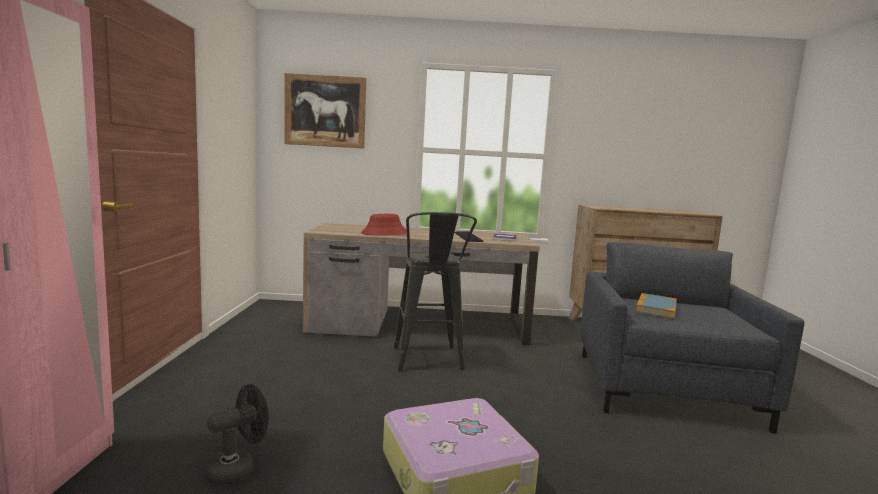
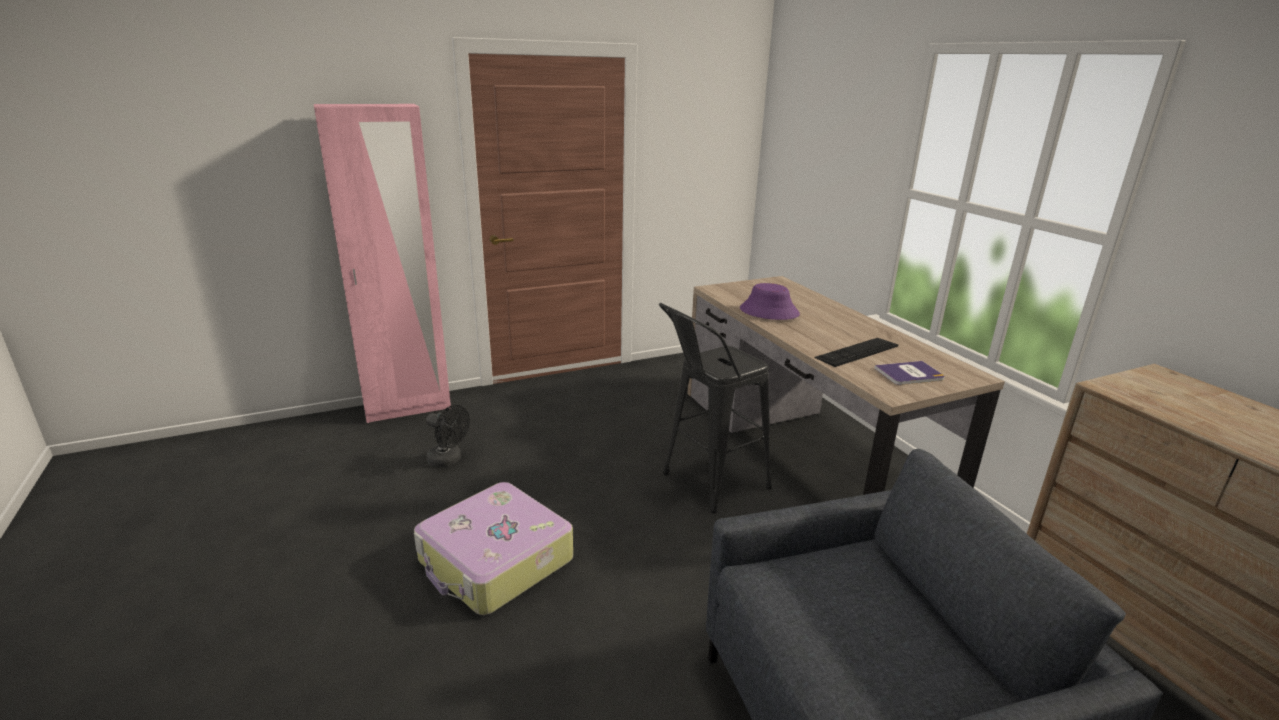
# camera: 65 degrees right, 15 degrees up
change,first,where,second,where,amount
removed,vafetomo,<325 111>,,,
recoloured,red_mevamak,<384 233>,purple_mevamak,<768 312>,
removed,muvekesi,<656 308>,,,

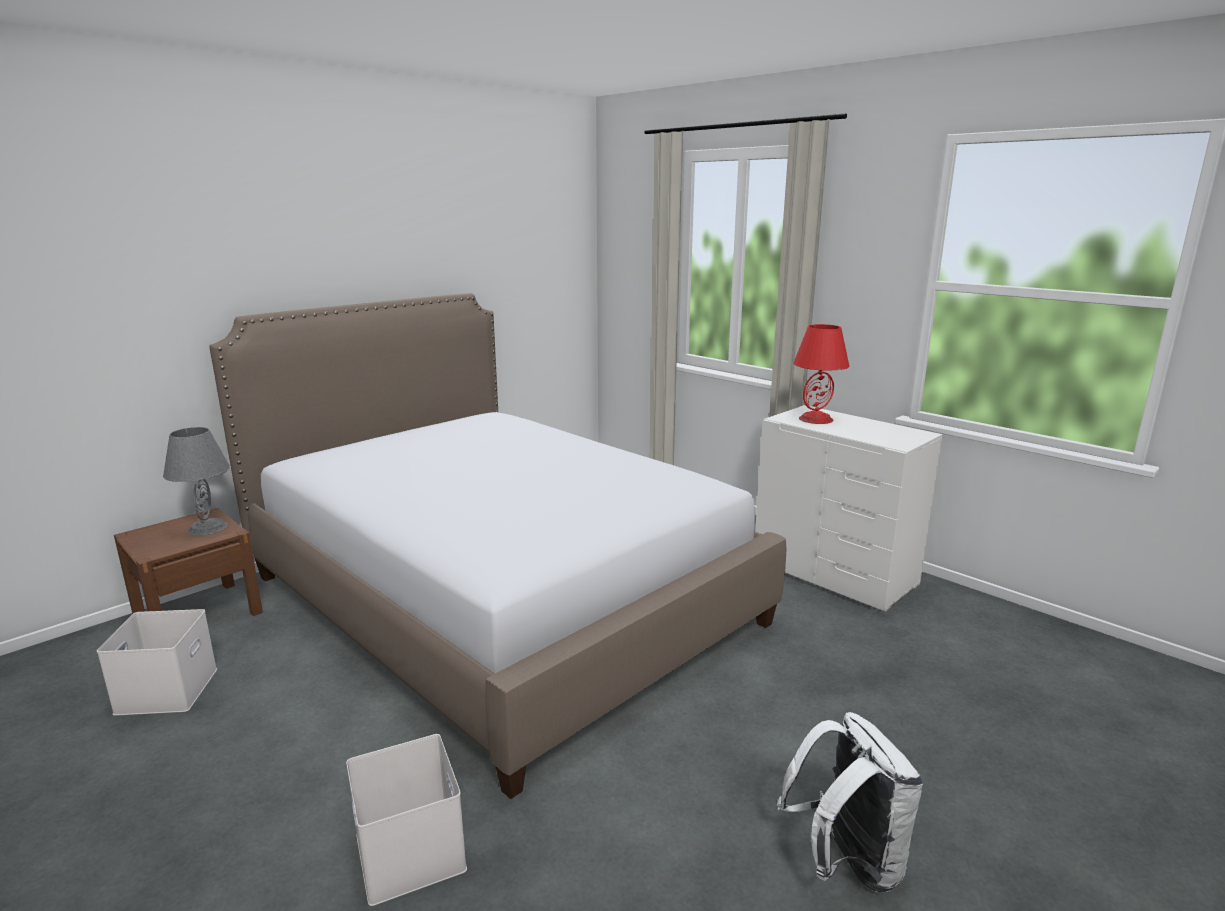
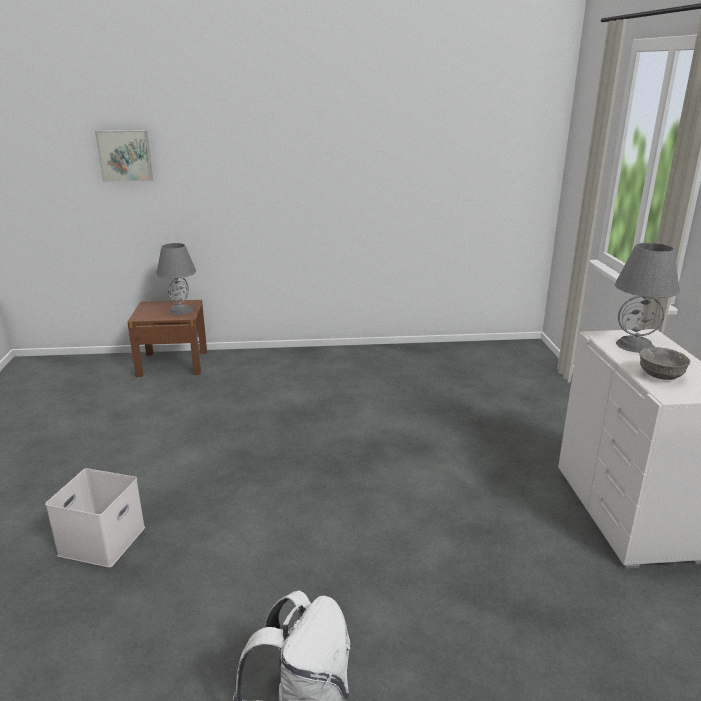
# camera: 40 degrees right, 5 degrees up
change,first,where,second,where,amount
removed,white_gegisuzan,<166 690>,,,
removed,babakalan,<499 599>,,,
recoloured,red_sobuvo,<816 419>,grey_sobuvo,<635 345>,
added,,,vafetomo,<125 155>,
added,,,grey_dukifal,<659 376>,

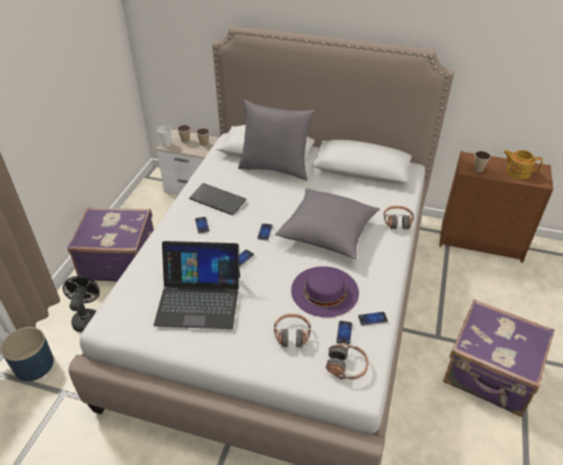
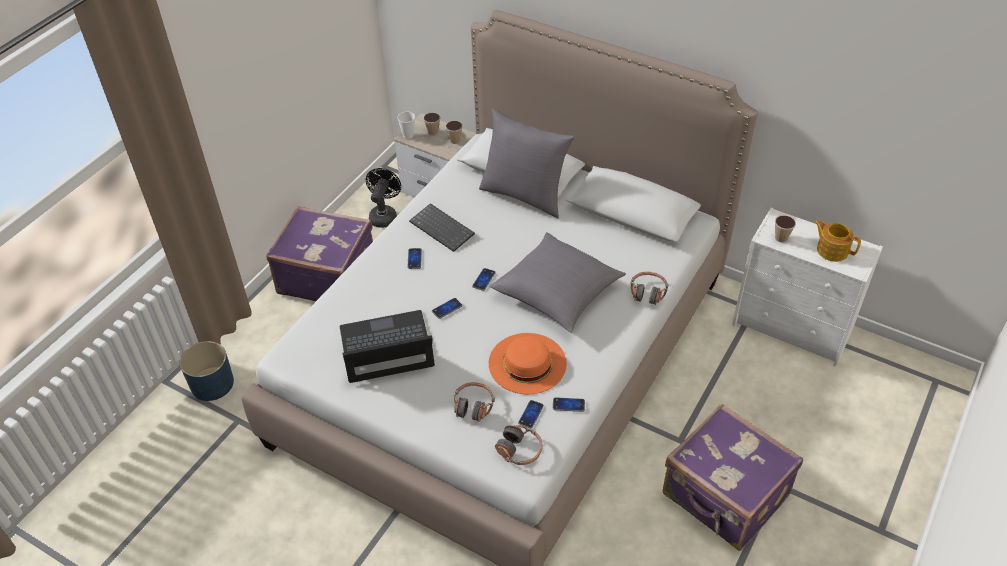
# camera: 15 degrees right, 5 degrees up
change,first,where,second,where,amount
moved,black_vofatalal,<87 318>,,<384 215>,
turned,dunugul,<199 299>,,<386 347>,150 degrees clockwise
recoloured,purple_mevamak,<324 291>,orange_mevamak,<527 363>,
recoloured,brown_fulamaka,<482 242>,white_fulamaka,<793 329>,

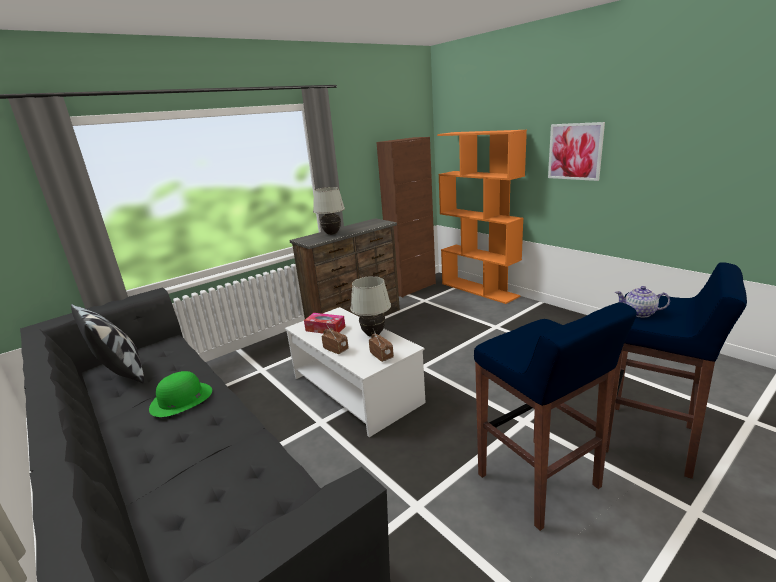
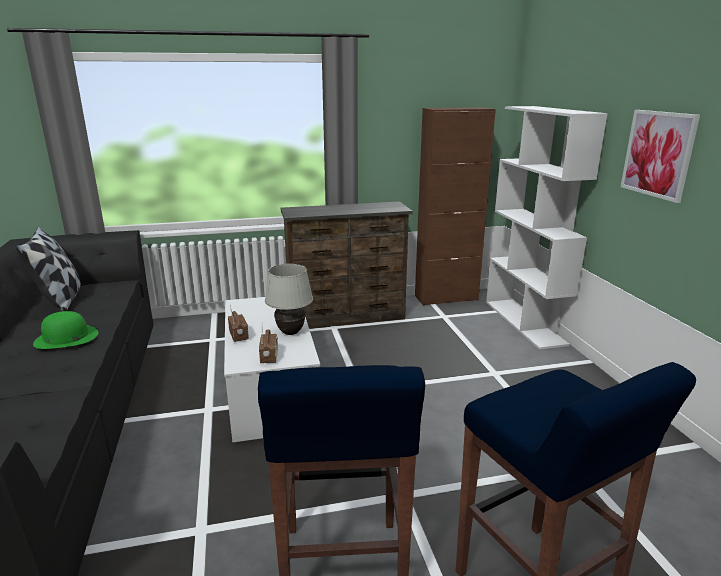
# camera: 25 degrees right, 0 degrees up
change,first,where,second,where,amount
removed,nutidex,<325 329>,,,
removed,white_sobuvo,<331 234>,,,
recoloured,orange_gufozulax,<480 290>,white_gufozulax,<525 322>,
removed,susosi,<640 313>,,,

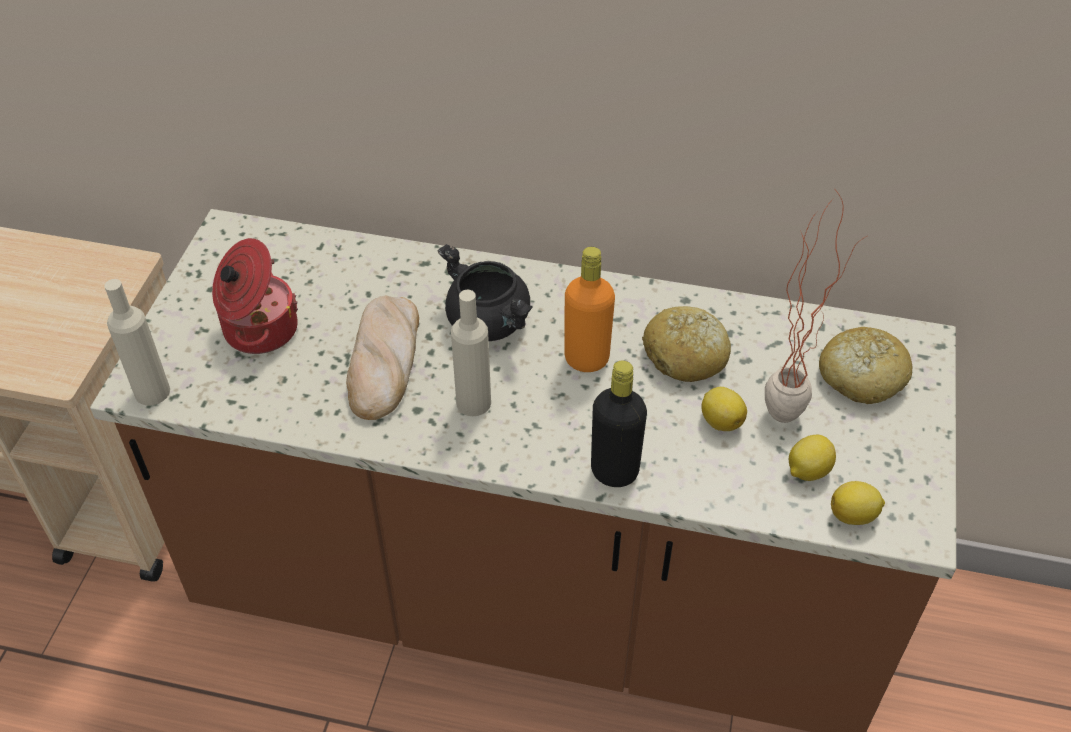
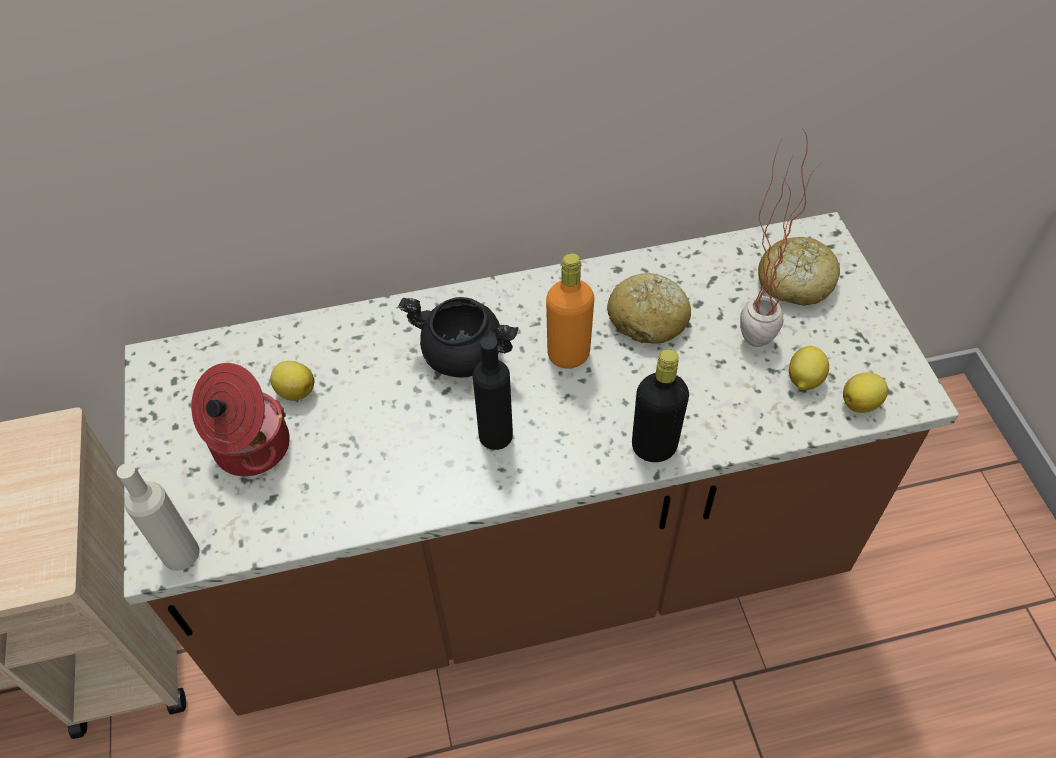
# camera: 25 degrees left, 5 degrees up
change,first,where,second,where,amount
removed,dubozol,<384 361>,,,
recoloured,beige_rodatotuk,<473 402>,black_rodatotuk,<495 435>,
moved,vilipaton,<720 421>,,<295 390>,

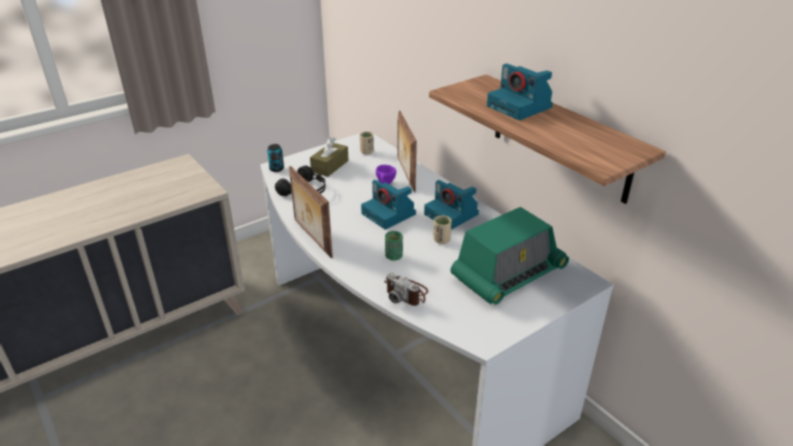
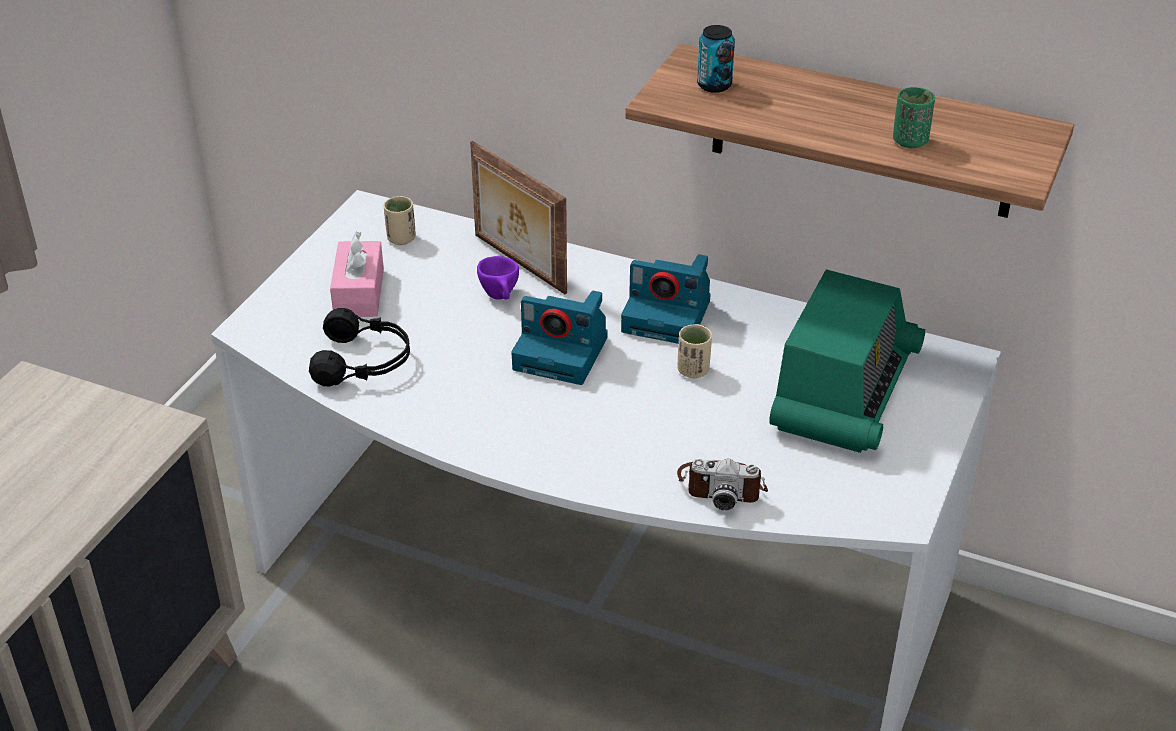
# camera: 30 degrees left, 5 degrees up
change,first,where,second,where,amount
moved,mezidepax,<276 169>,,<714 85>,
removed,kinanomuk,<311 238>,,,
recoloured,brown_nutidex,<330 166>,pink_nutidex,<359 293>,
moved,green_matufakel,<393 256>,,<910 141>,
removed,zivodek,<520 107>,,,

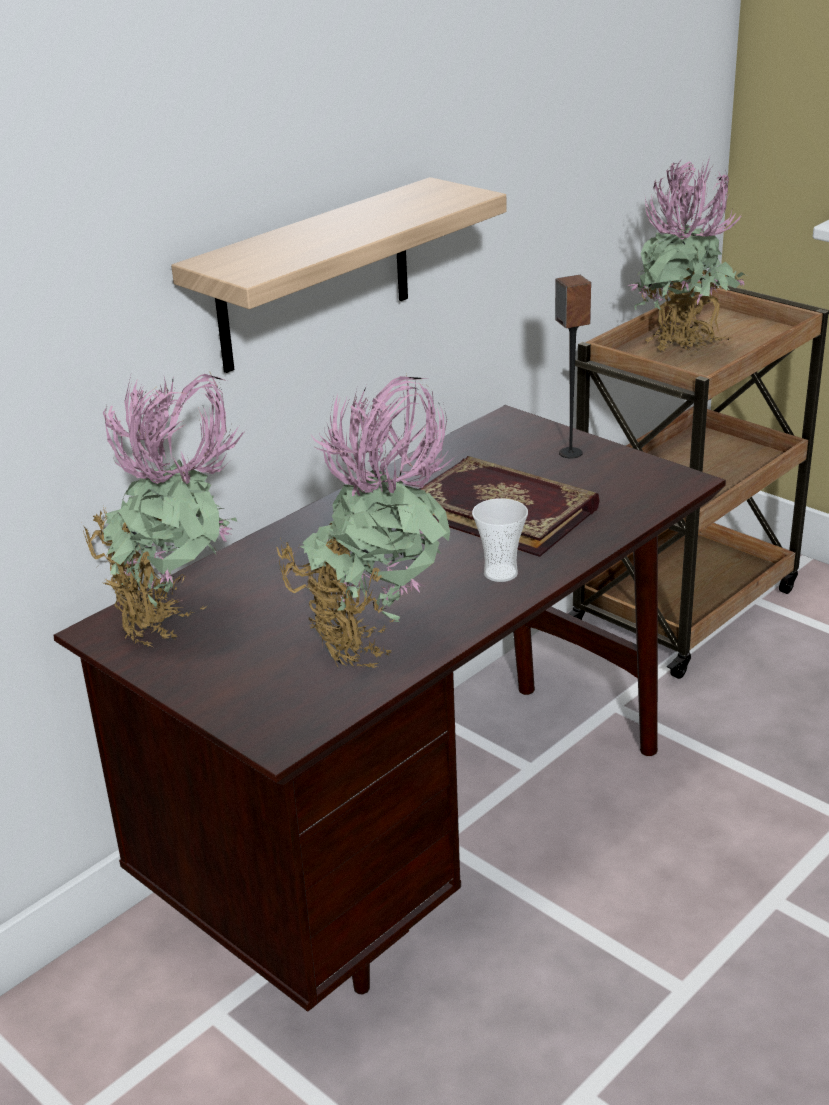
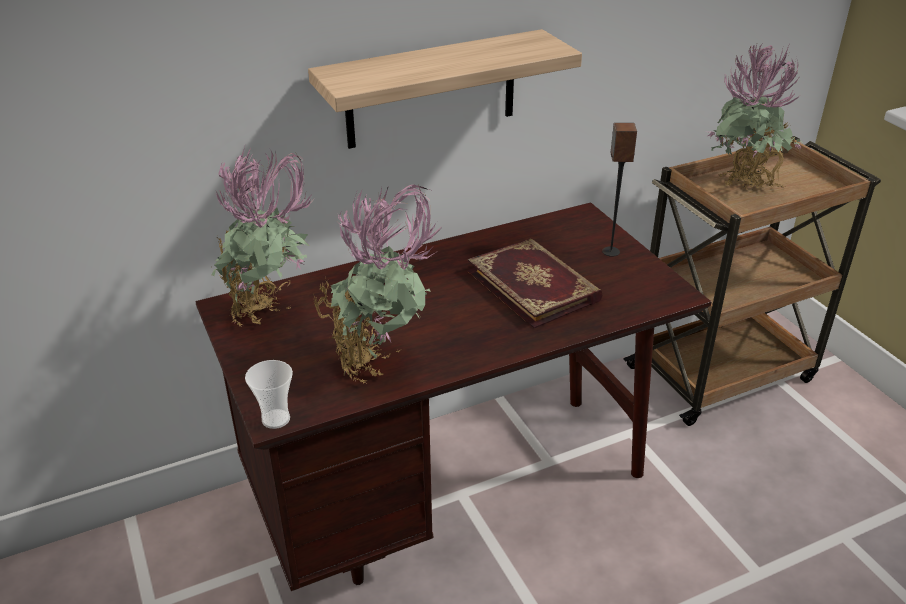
# camera: 20 degrees right, 5 degrees up
change,first,where,second,where,amount
moved,matufakel,<500 573>,,<276 419>,

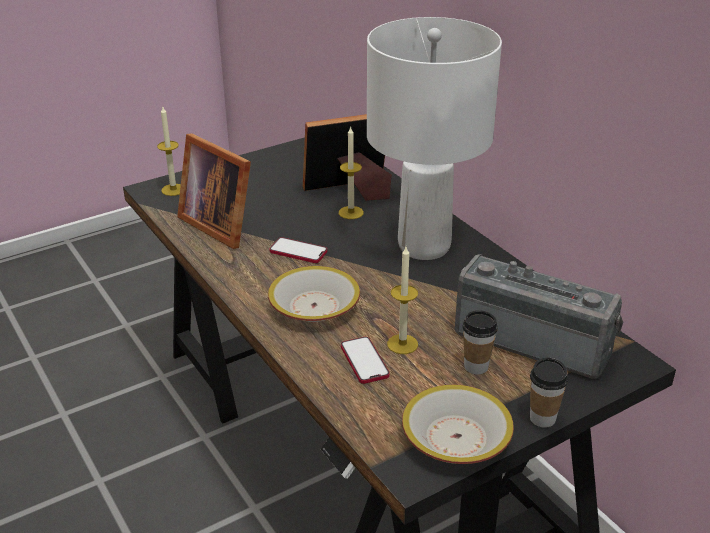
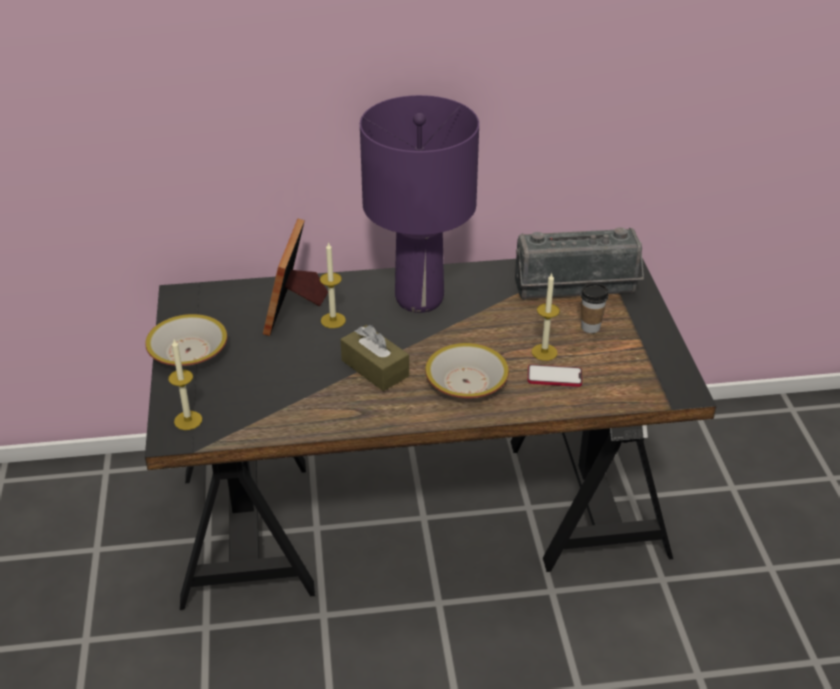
# camera: 65 degrees left, 5 degrees up
change,first,where,second,where,amount
removed,kinanomuk,<219 224>,,,
replaced,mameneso,<298 252>,brown_nutidex,<375 368>,
recoloured,white_sobuvo,<424 246>,purple_sobuvo,<419 298>,
moved,dukifal,<456 438>,,<188 351>,
turned,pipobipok,<534 340>,,<575 291>,150 degrees counterclockwise
removed,matufakel,<542 418>,,,

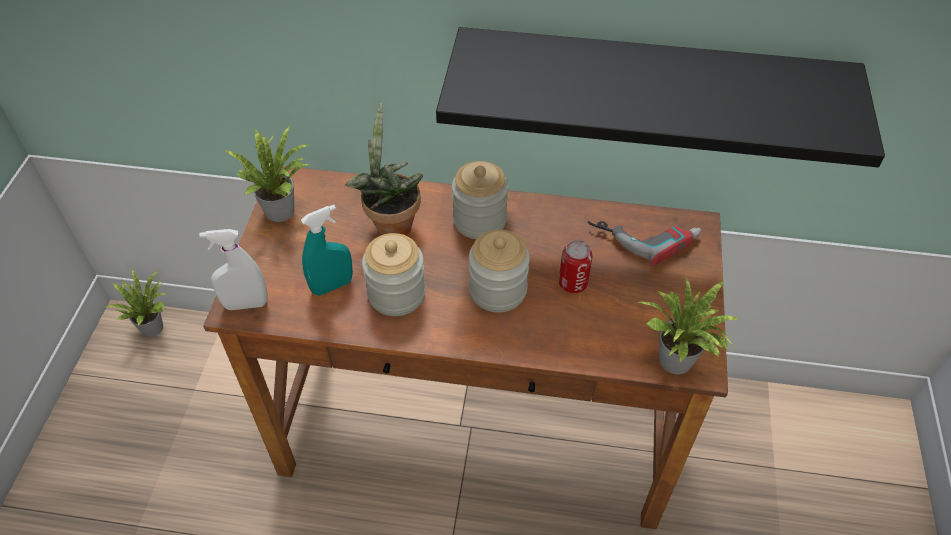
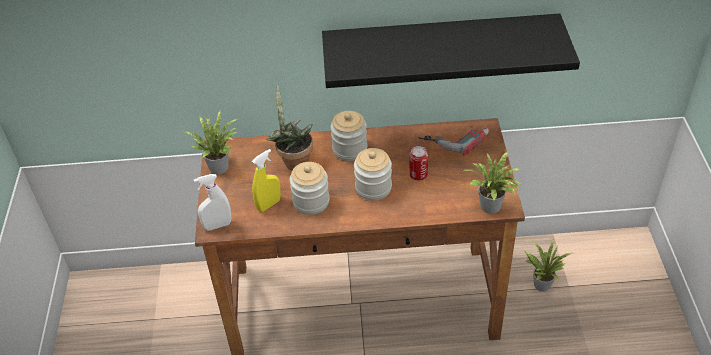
# camera: 10 degrees left, 5 degrees down
change,first,where,second,where,amount
moved,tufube,<153 325>,,<541 283>,
recoloured,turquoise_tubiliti,<332 286>,yellow_tubiliti,<269 204>,

